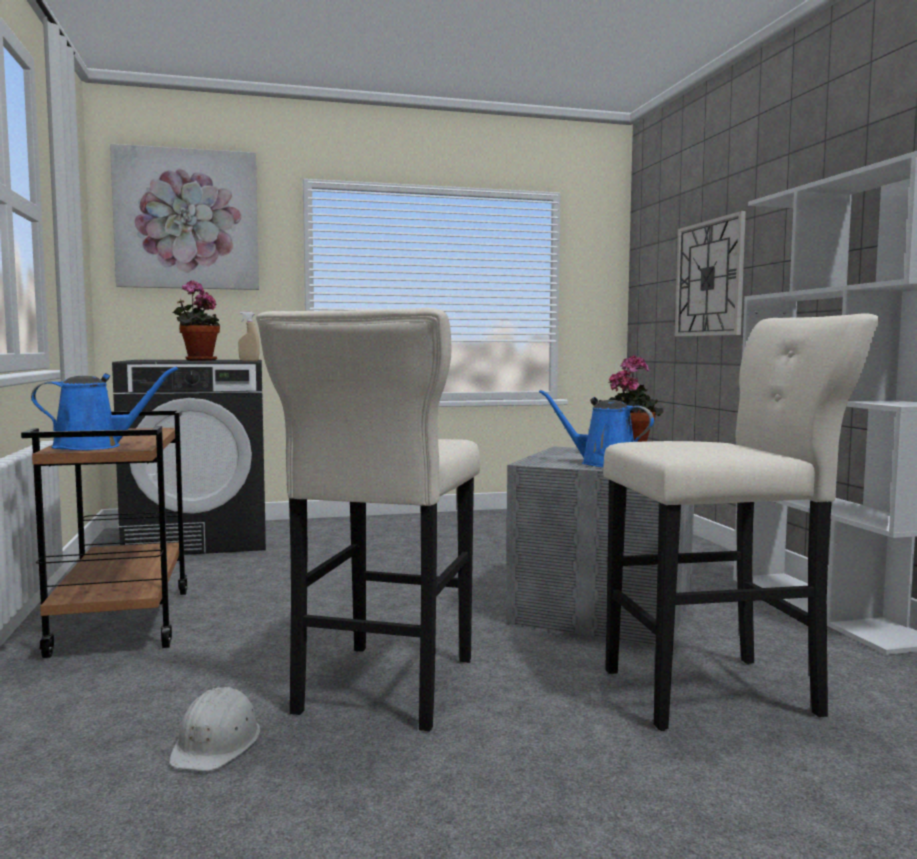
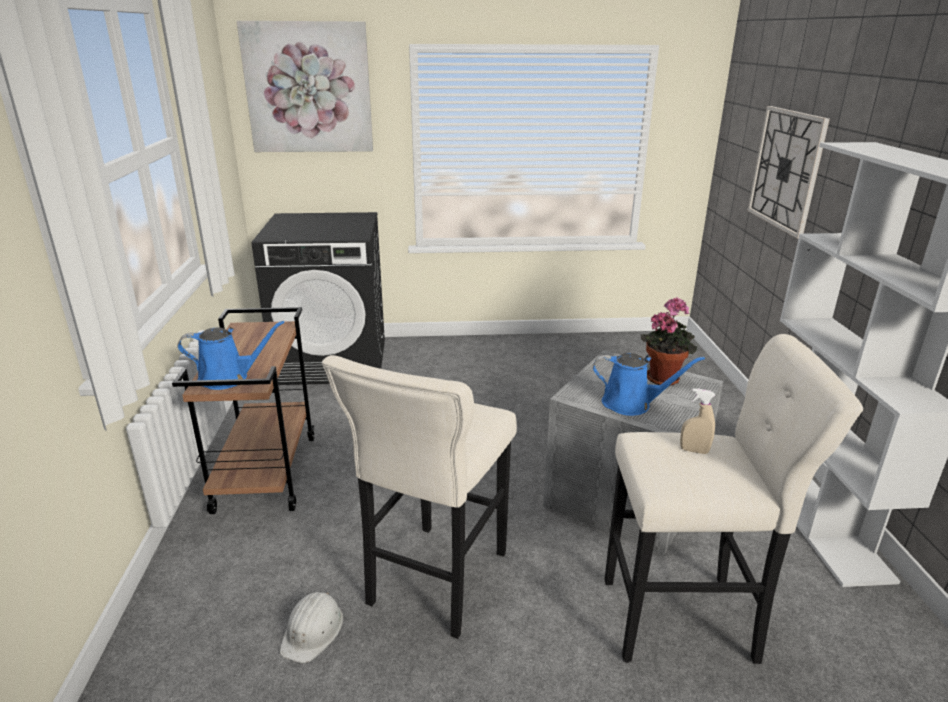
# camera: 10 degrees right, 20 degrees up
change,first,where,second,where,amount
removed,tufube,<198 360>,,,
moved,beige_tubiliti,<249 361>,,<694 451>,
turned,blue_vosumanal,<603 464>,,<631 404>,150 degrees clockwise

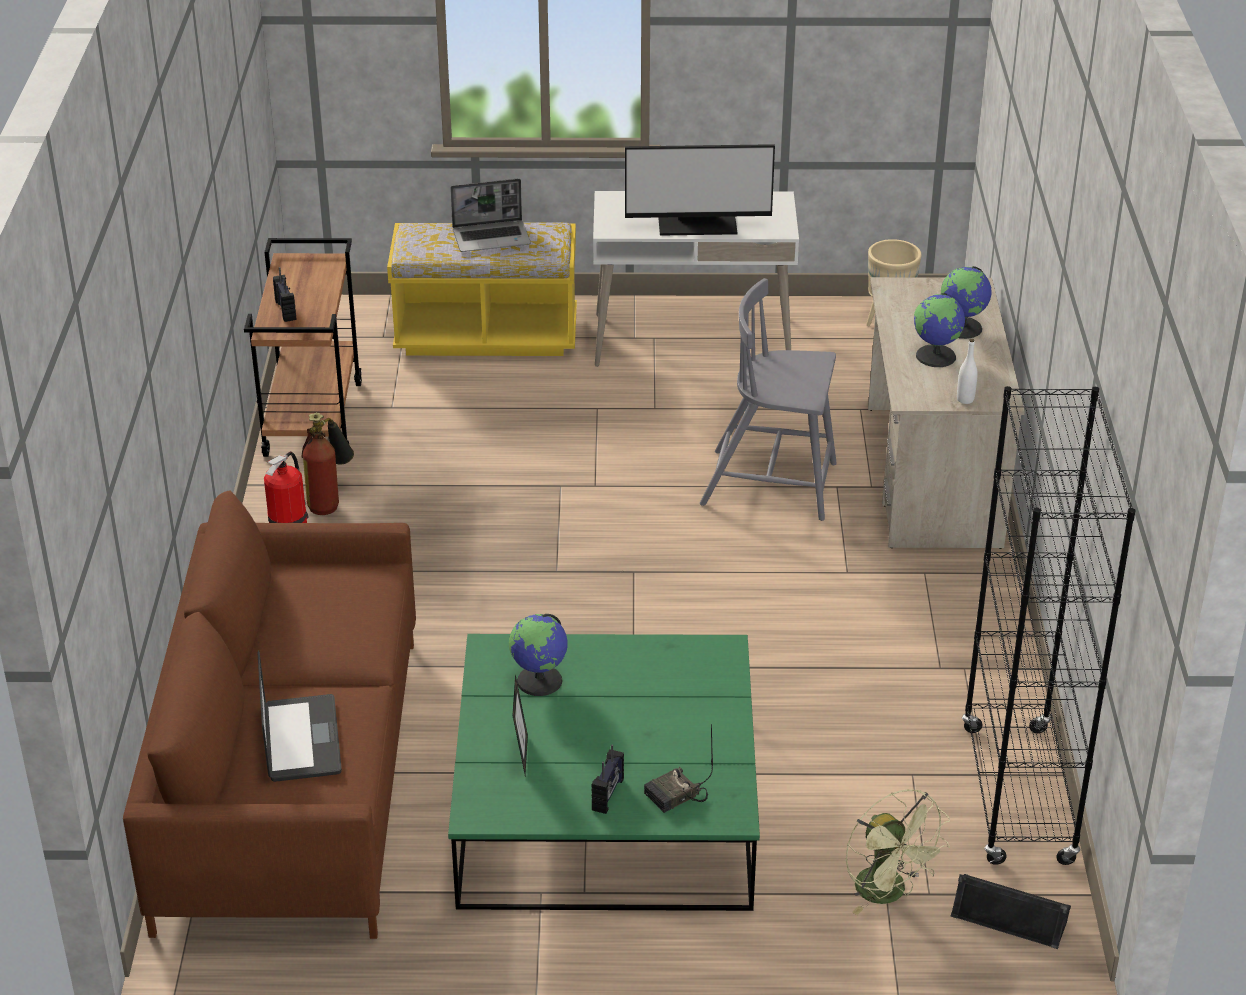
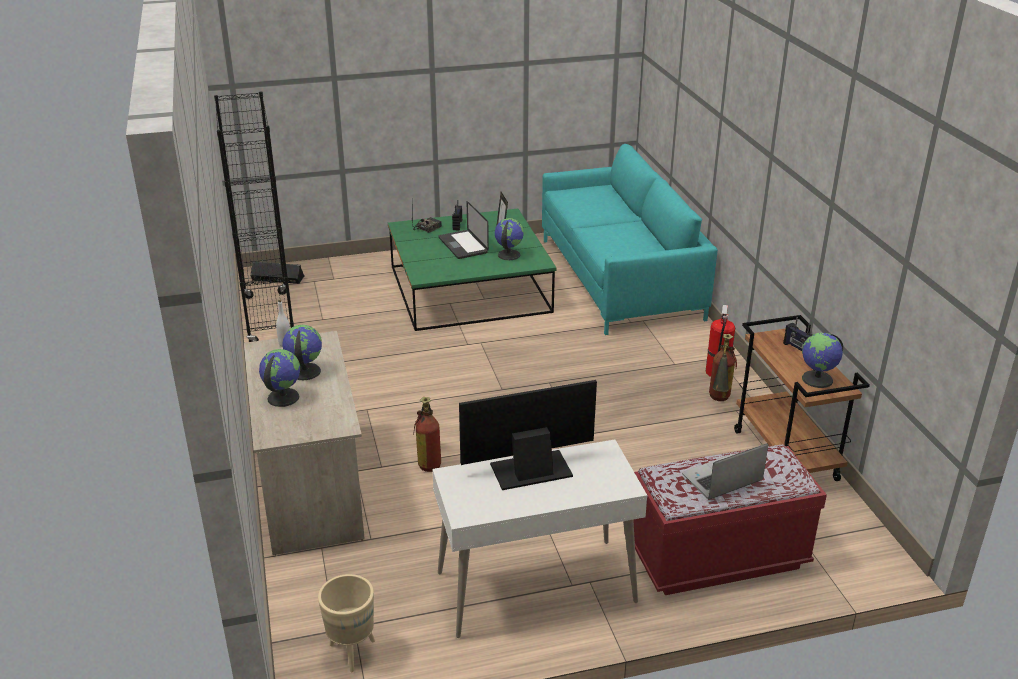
# camera: 165 degrees right, 5 degrees down
change,first,where,second,where,amount
recoloured,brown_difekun,<292 780>,turquoise_difekun,<619 278>,
moved,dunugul,<302 740>,,<463 245>,
recoloured,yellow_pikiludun,<486 336>,red_pikiludun,<718 558>,
replaced,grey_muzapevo,<772 485>,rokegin,<429 460>,
removed,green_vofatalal,<889 893>,,,
added,,,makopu,<817 379>,

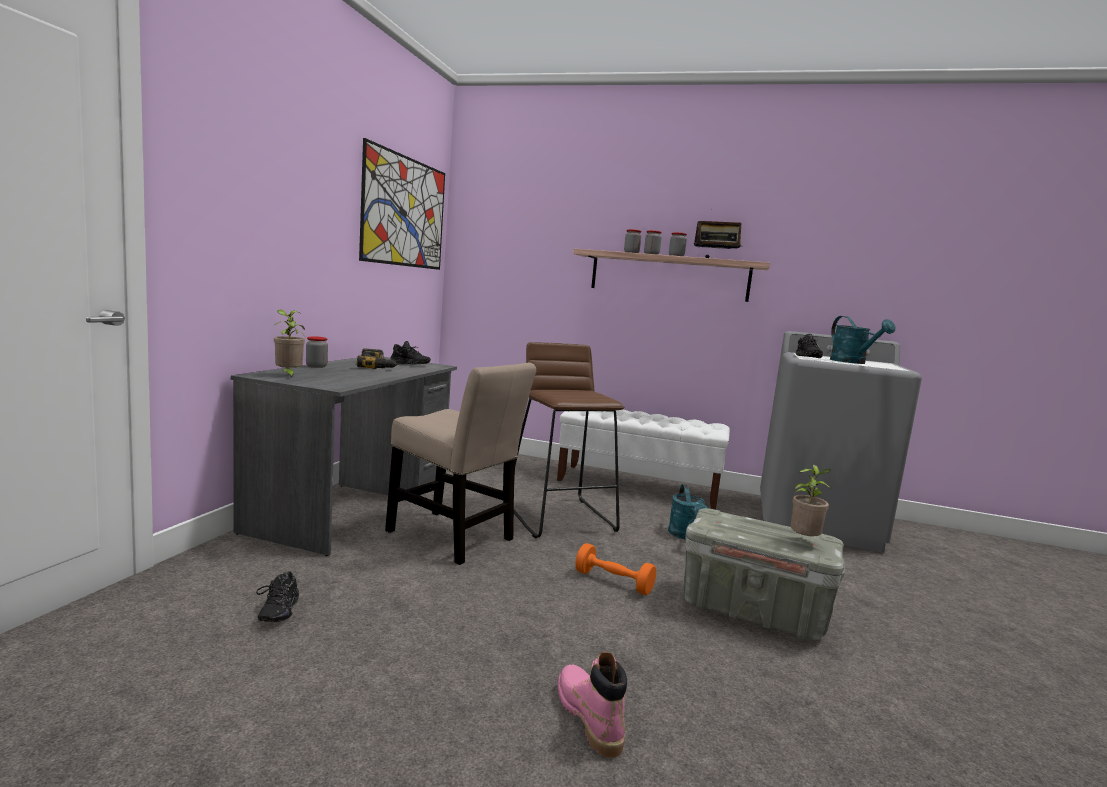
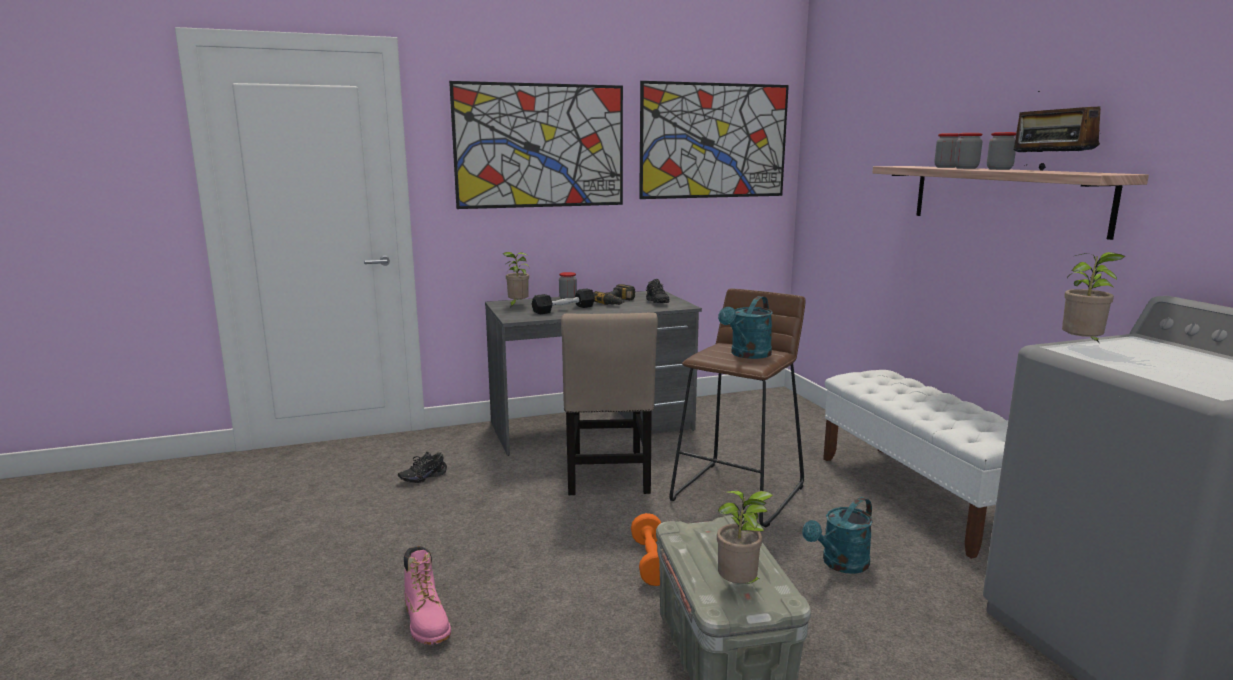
# camera: 55 degrees right, 5 degrees up
change,first,where,second,where,amount
turned,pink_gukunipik,<588 717>,,<427 622>,120 degrees clockwise
replaced,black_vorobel,<806 357>,tufube,<1082 346>,
moved,turquoise_vosumanal,<852 362>,,<747 355>,
added,,,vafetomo,<540 146>,
added,,,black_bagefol,<564 309>,

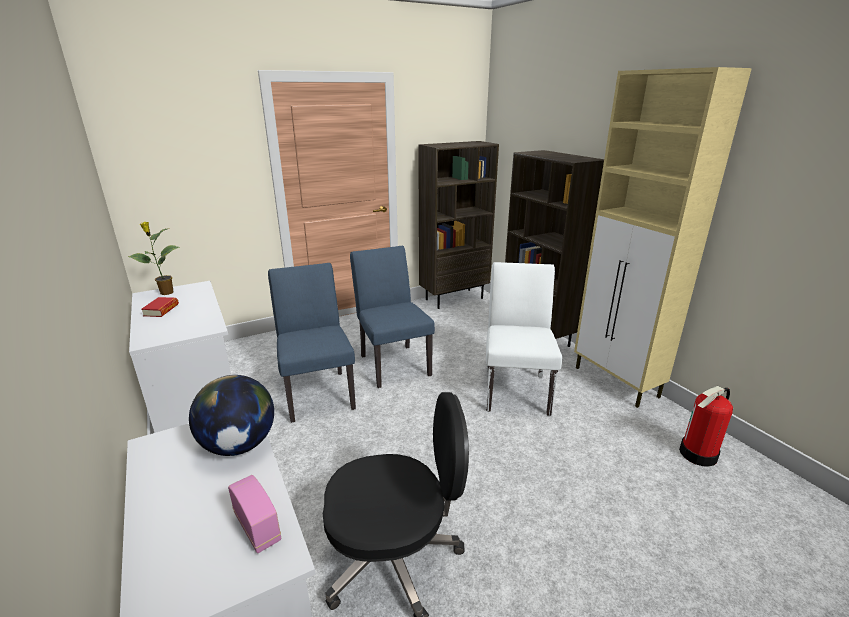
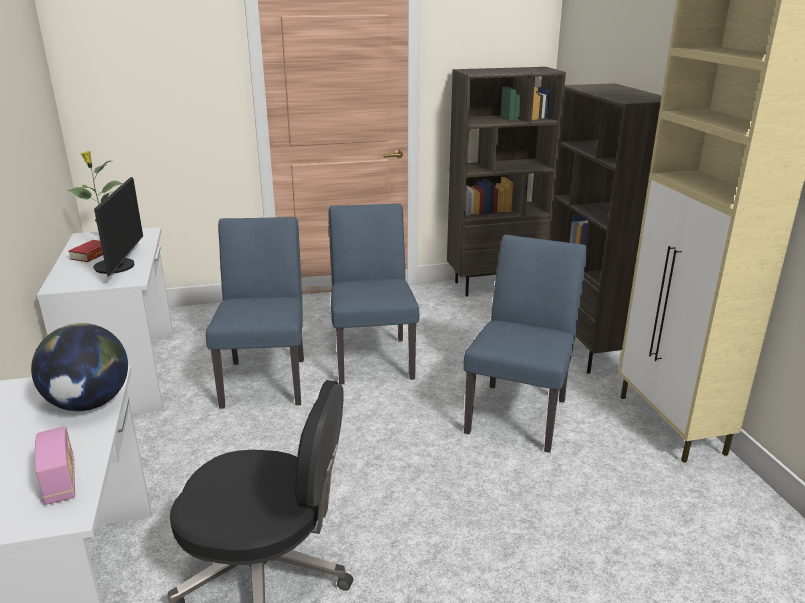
# camera: 15 degrees right, 0 degrees up
change,first,where,second,where,amount
recoloured,white_muzapevo,<516 388>,blue_muzapevo,<520 411>,
removed,rokegin,<698 454>,,,
added,,,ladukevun,<119 266>,

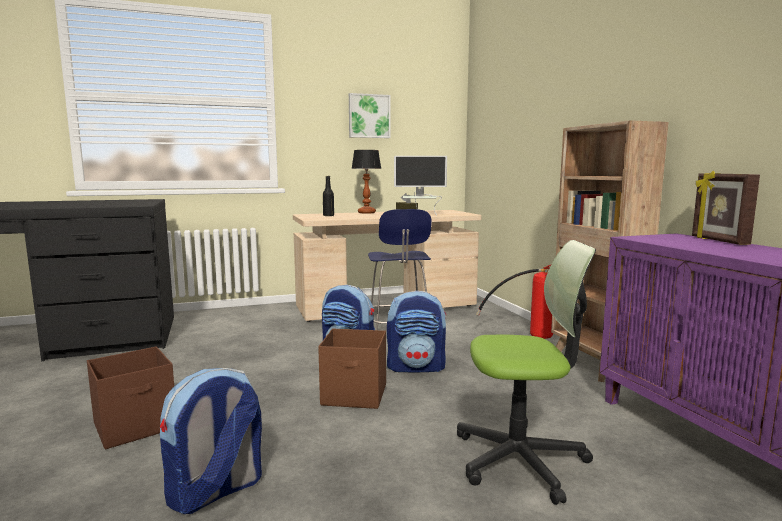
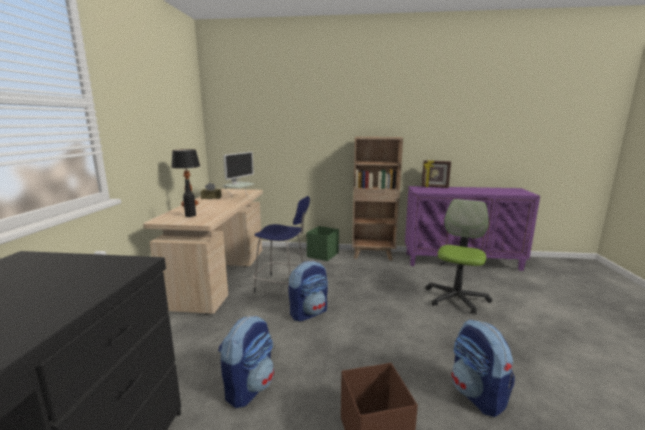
# camera: 65 degrees left, 5 degrees up
change,first,where,second,where,amount
removed,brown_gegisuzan,<355 395>,,,
removed,vafetomo,<369 116>,,,
moved,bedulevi,<416 367>,,<249 387>,
replaced,rokegin,<527 335>,green_gegisuzan,<323 255>,

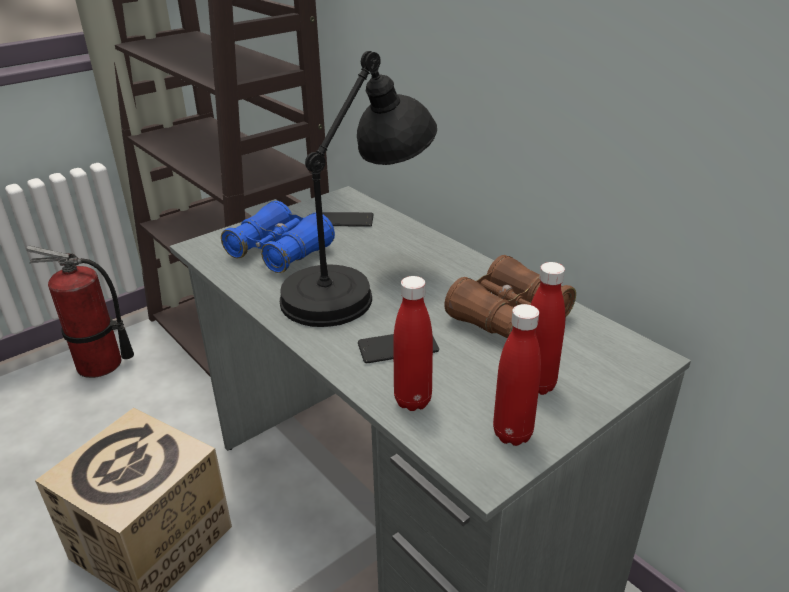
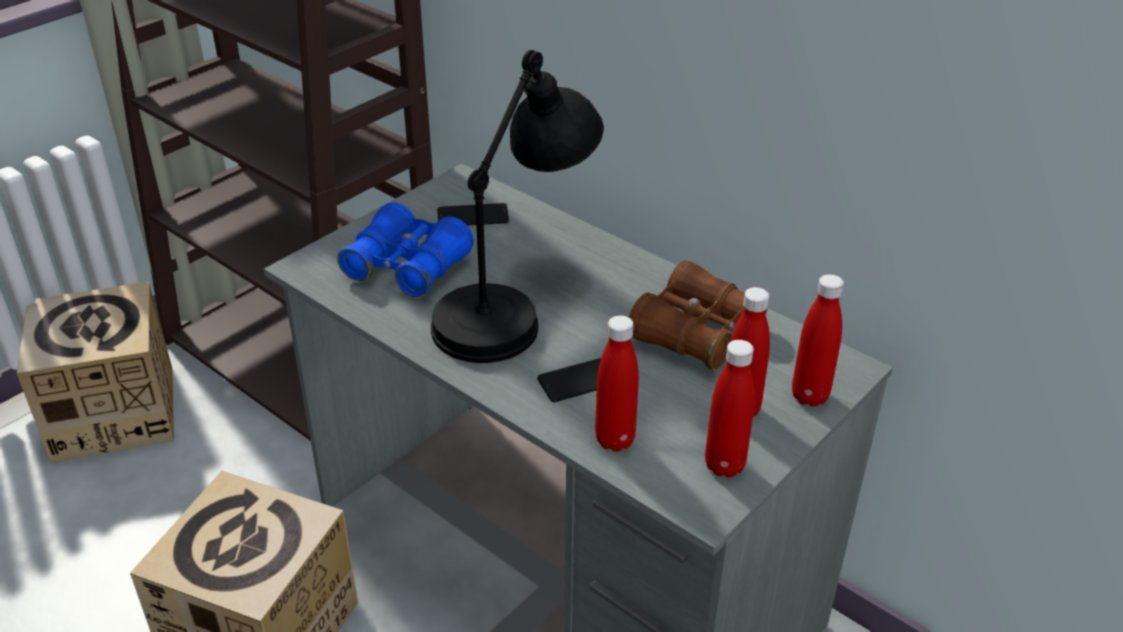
# camera: 10 degrees left, 5 degrees up
change,first,where,second,where,amount
replaced,rokegin,<100 365>,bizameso,<114 413>,
added,,,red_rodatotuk,<809 396>,

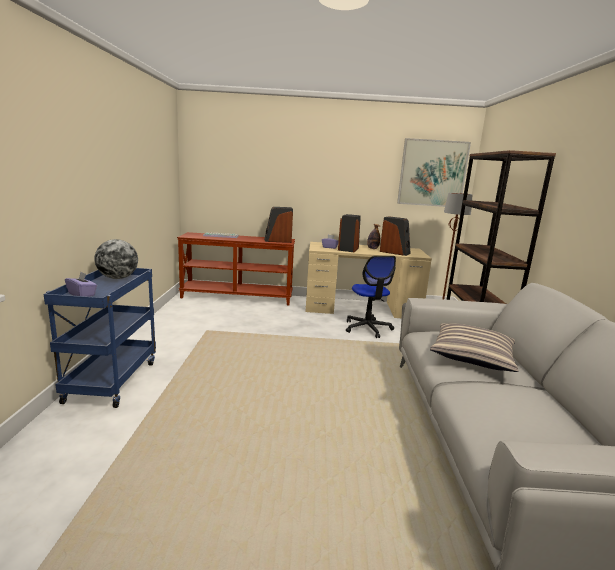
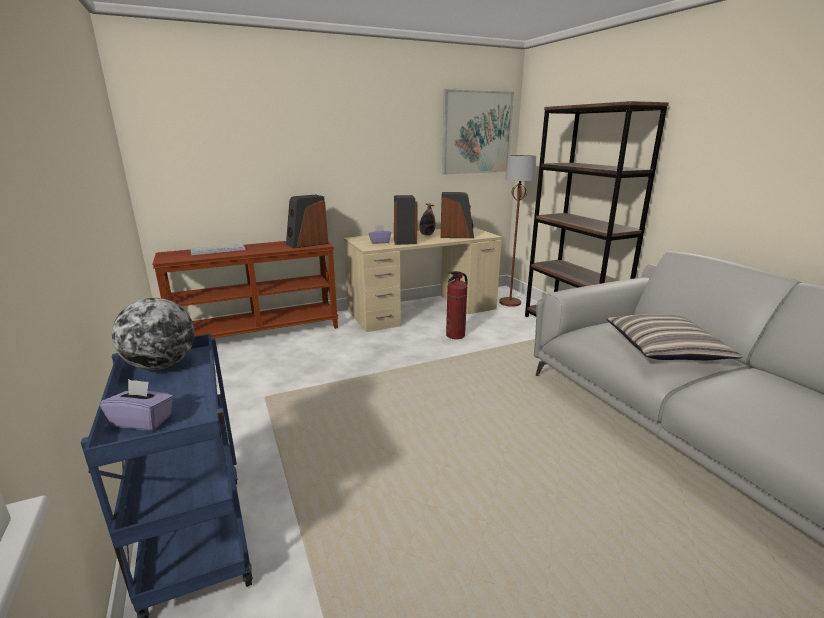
# camera: 25 degrees left, 5 degrees up
change,first,where,second,where,amount
replaced,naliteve,<367 328>,rokegin,<455 335>,

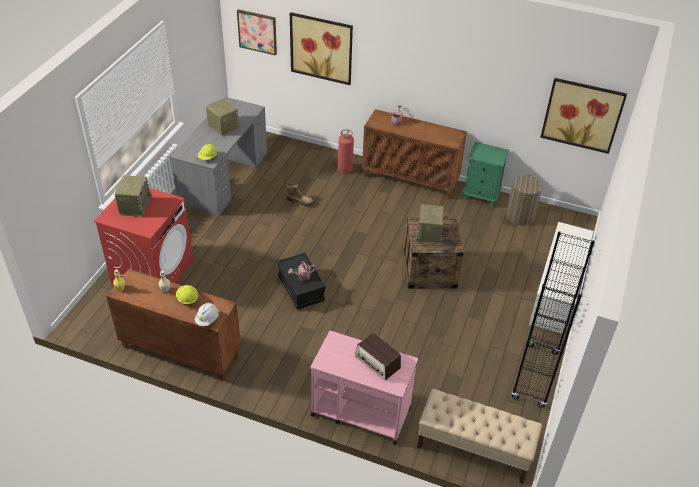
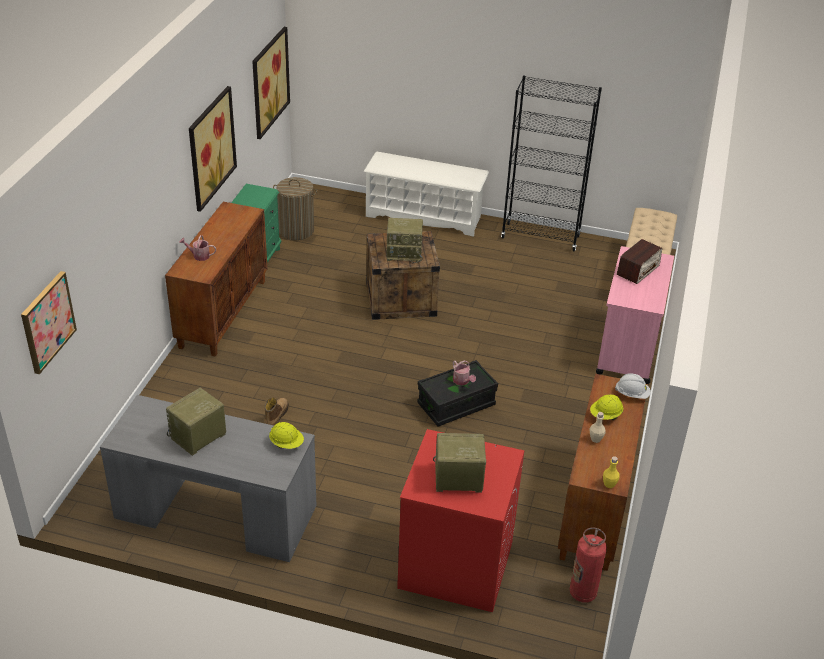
# camera: 95 degrees left, 5 degrees down
change,first,where,second,where,amount
moved,vafetomo,<321 48>,,<211 148>,
moved,rokegin,<345 169>,,<582 593>,

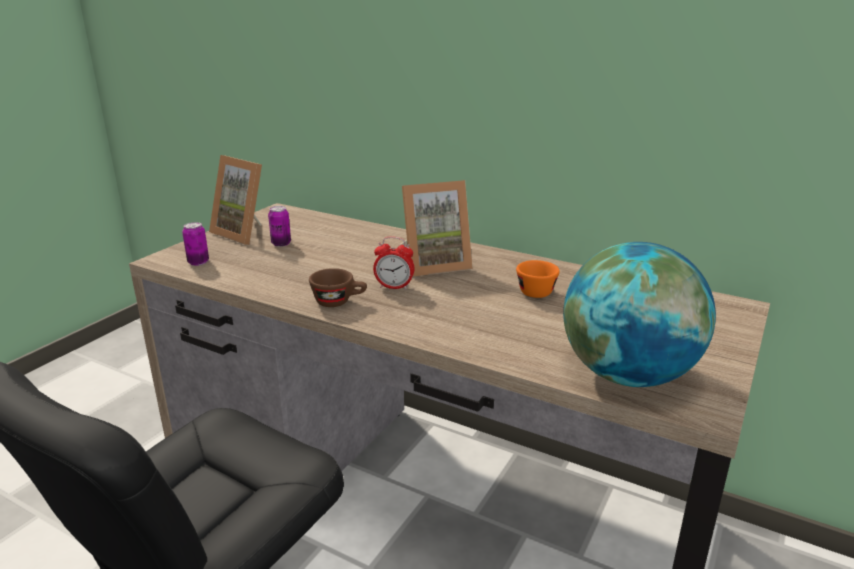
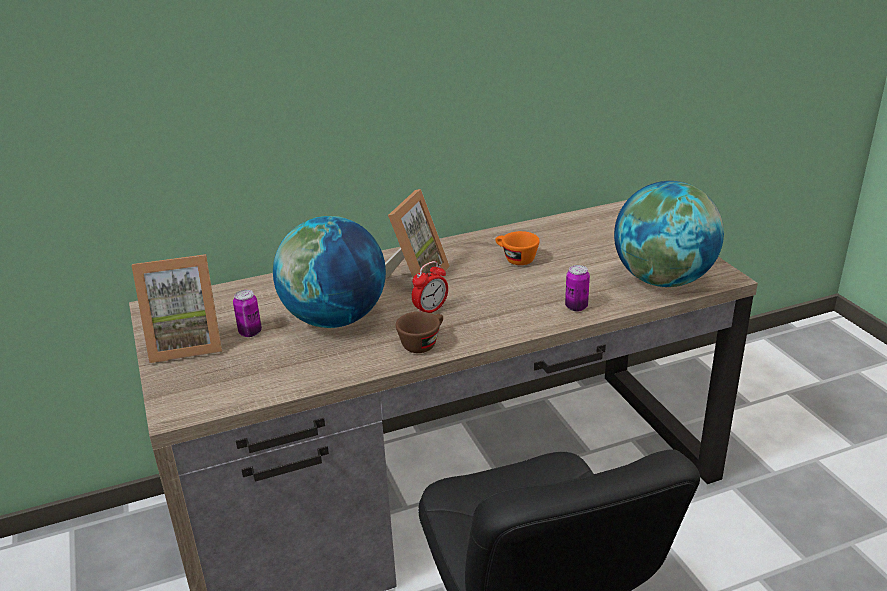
# camera: 50 degrees left, 5 degrees up
change,first,where,second,where,amount
moved,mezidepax,<198 262>,,<576 307>,
added,,,makopu,<335 319>,

